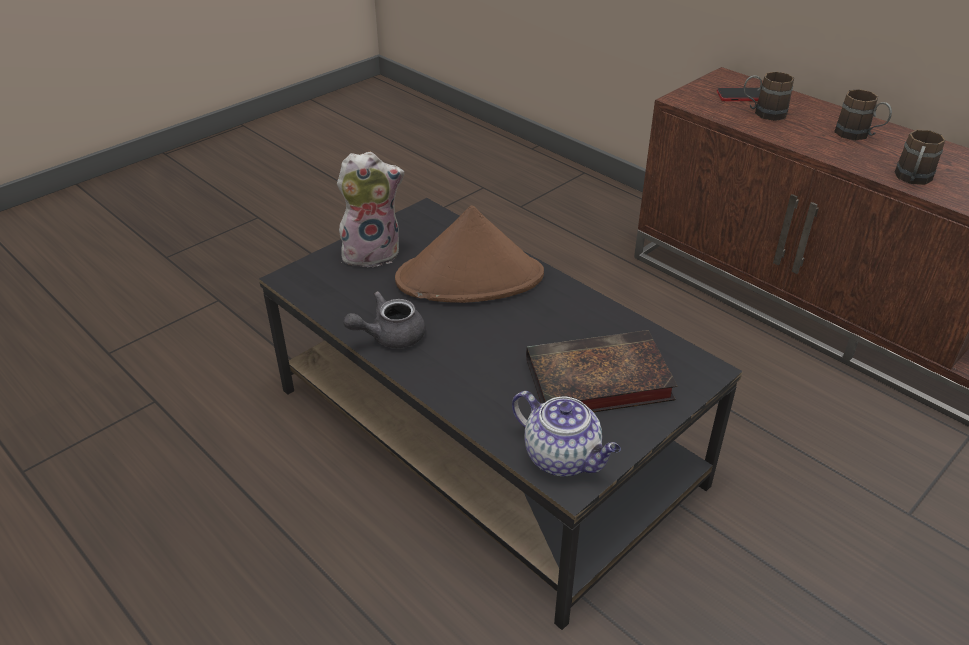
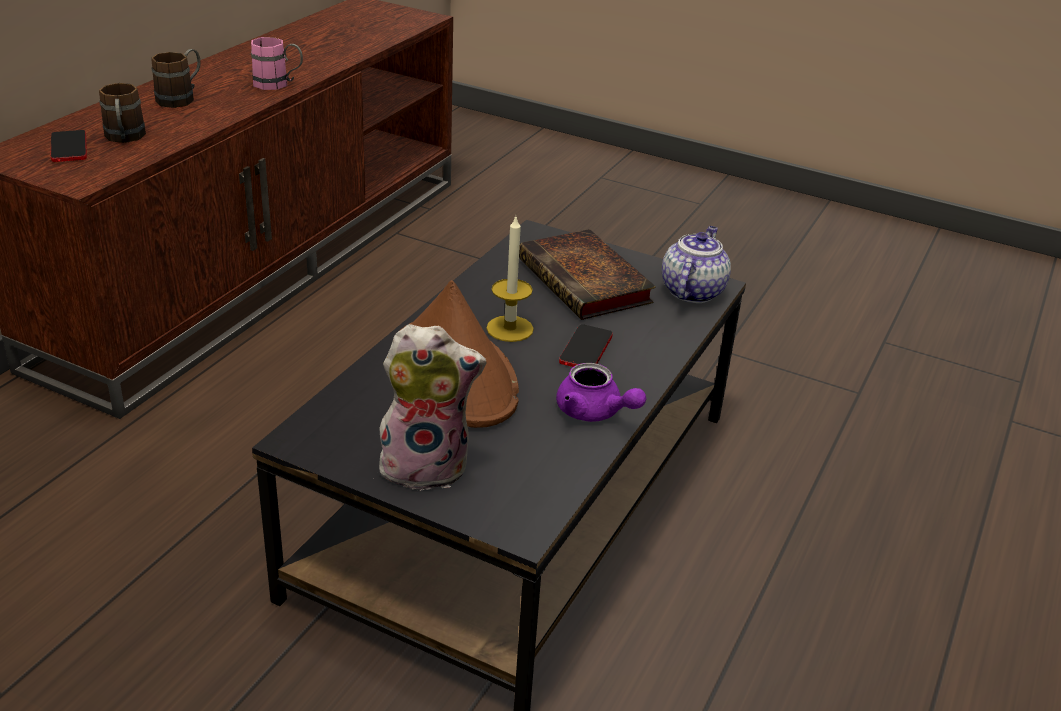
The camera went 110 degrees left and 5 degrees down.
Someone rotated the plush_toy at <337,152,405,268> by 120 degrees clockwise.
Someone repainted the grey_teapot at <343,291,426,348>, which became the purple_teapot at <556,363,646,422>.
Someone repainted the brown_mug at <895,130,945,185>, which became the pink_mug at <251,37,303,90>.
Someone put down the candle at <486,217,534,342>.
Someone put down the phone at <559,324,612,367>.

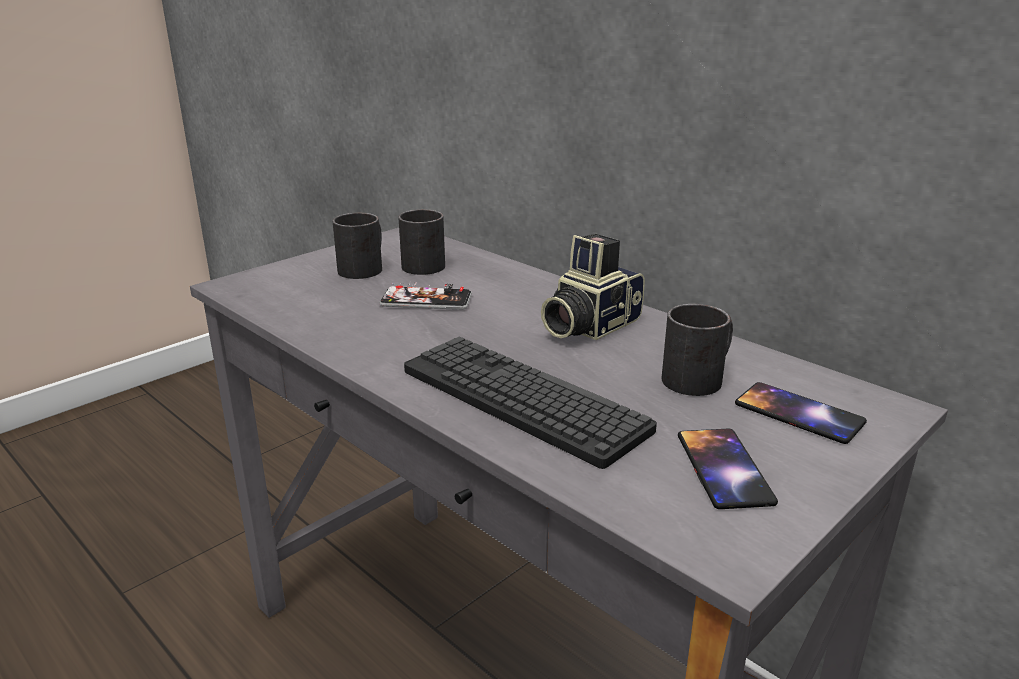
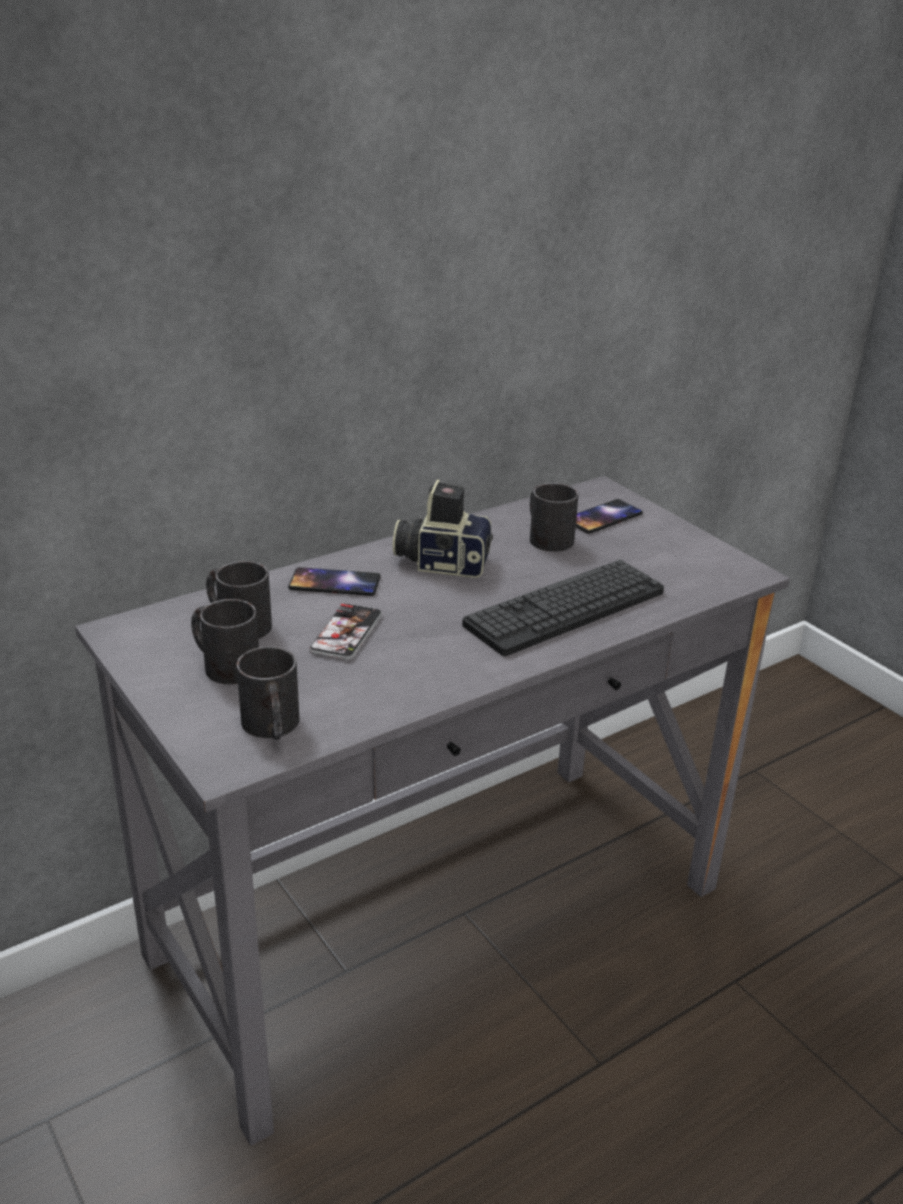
The camera went 80 degrees left and 5 degrees up.
Someone rotated the photo_camera at <541,233,645,340> by 135 degrees clockwise.
Someone carried the phone from <678,429,778,509> to <288,567,381,596>.
Someone put down the black_mug at <236,646,299,740>.

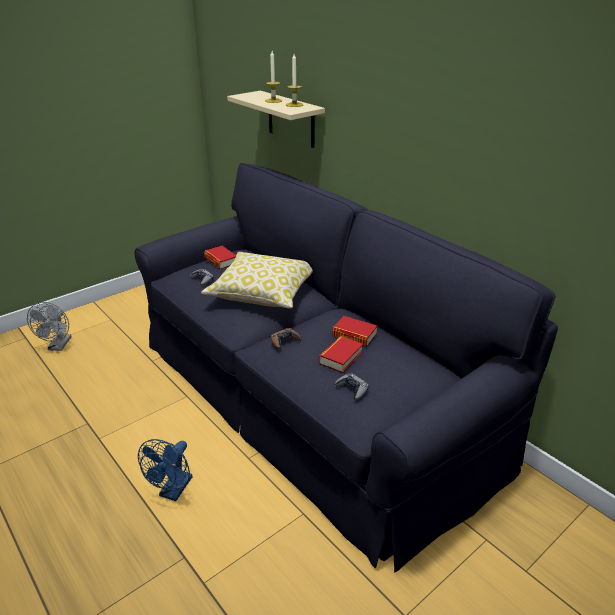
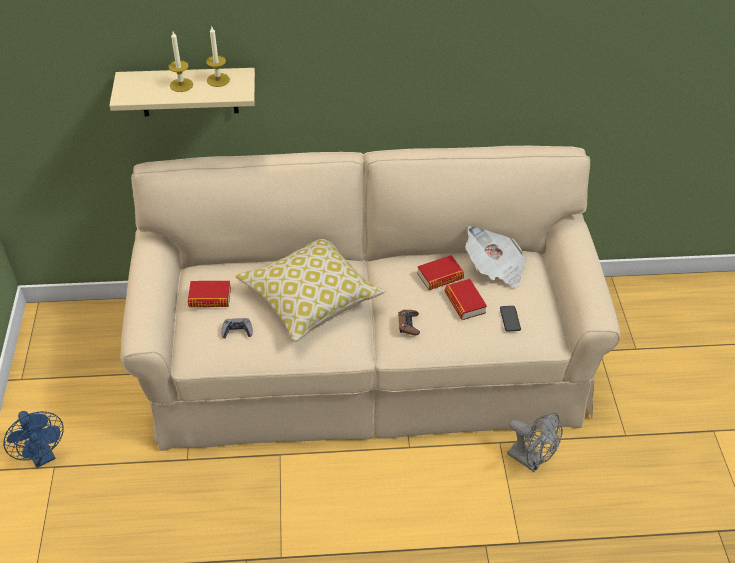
The camera went 55 degrees left and 15 degrees up.
Someone carried the grey_fan from <27,302,72,351> to <507,413,563,472>.
Someone repainted the black_sofa at <135,163,558,573>, which became the beige_sofa at <120,146,620,451>.
Someone carried the blue_fan from <138,439,193,501> to <4,411,64,468>.
Someone swapped the grey_game_controller at <335,373,369,400> for the phone at <500,306,521,332>.
Someone put down the newspaper at <465,226,527,288>.

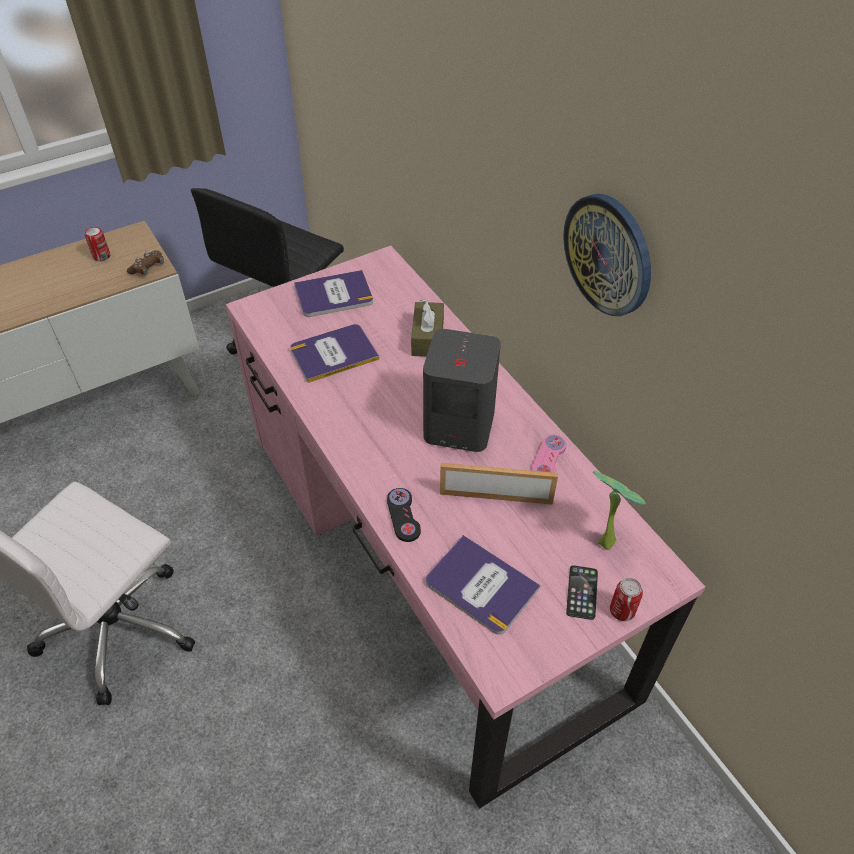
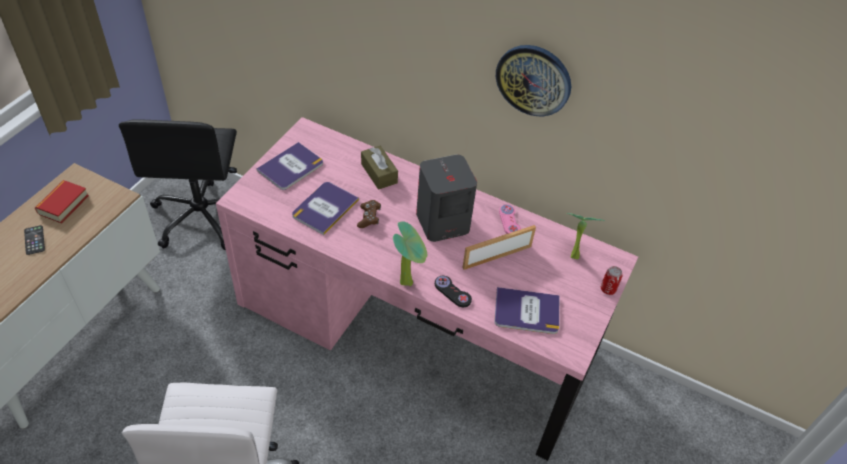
The camera went 35 degrees left and 0 degrees up.
Someone swapped the can at <85,227,110,262> for the book at <35,180,89,223>.
Someone carried the brown_game_controller from <127,250,164,276> to <357,200,381,228>.
Someone carried the phone from <566,565,598,620> to <24,225,45,255>.
Someone put down the potted_plant at <393,221,427,286>.

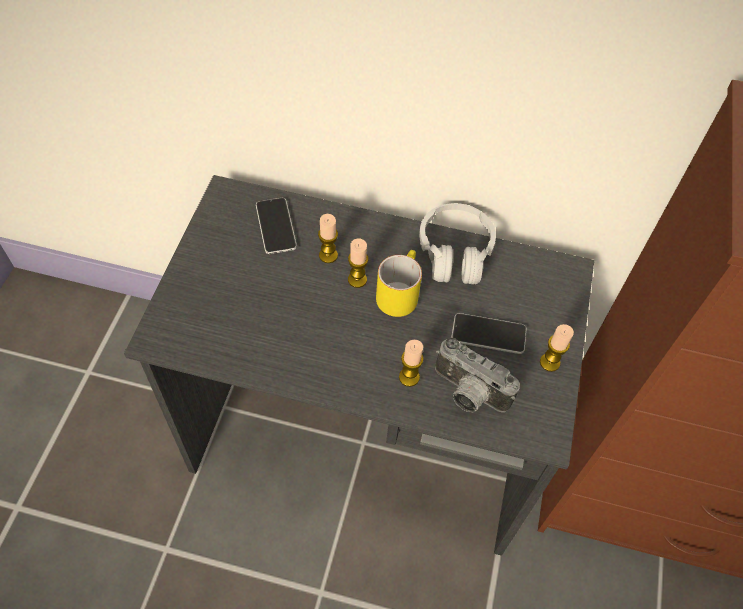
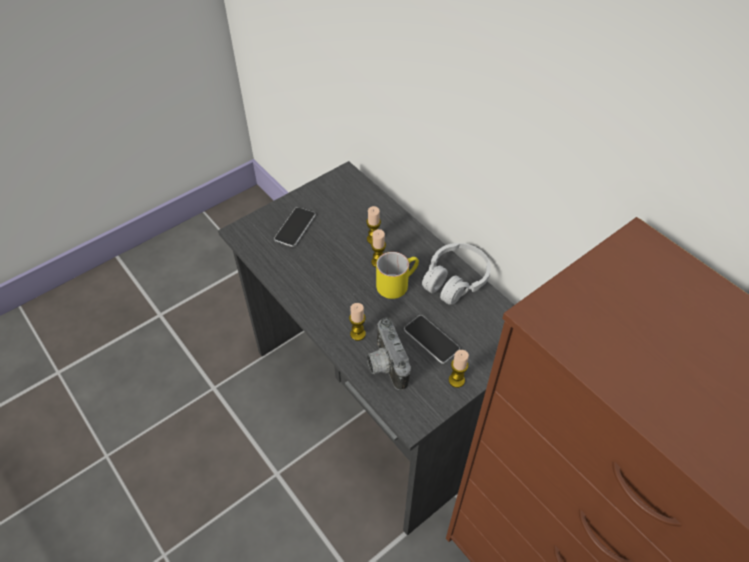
The camera went 40 degrees right and 5 degrees down.
Someone carried the phone from <256,198,297,254> to <274,207,316,247>.

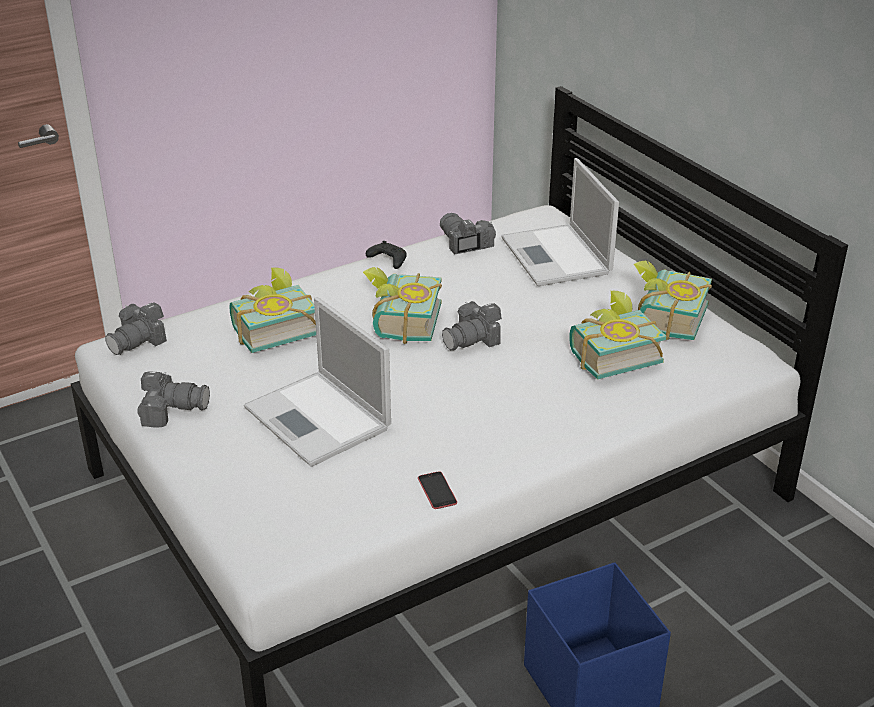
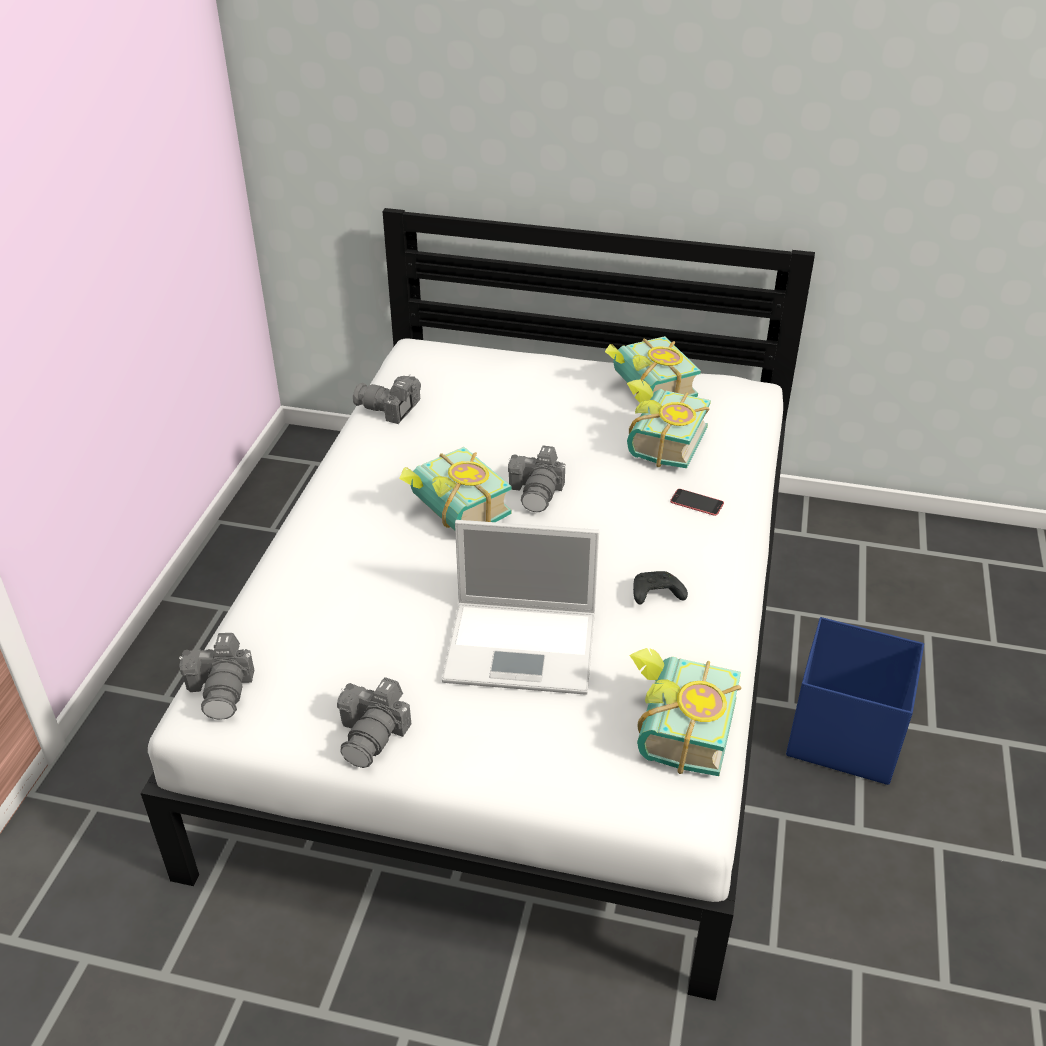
The camera went 45 degrees left and 5 degrees up.
Someone rotated the photo_camera at <137,371,210,428> by 150 degrees clockwise.
Someone carried the book from <230,267,316,353> to <629,648,742,776>.
Someone carried the black_game_controller from <366,241,407,269> to <633,571,688,605>.
Someone carried the phone from <418,471,457,509> to <670,489,724,516>.
Someone took away the laptop at <501,158,619,286>.

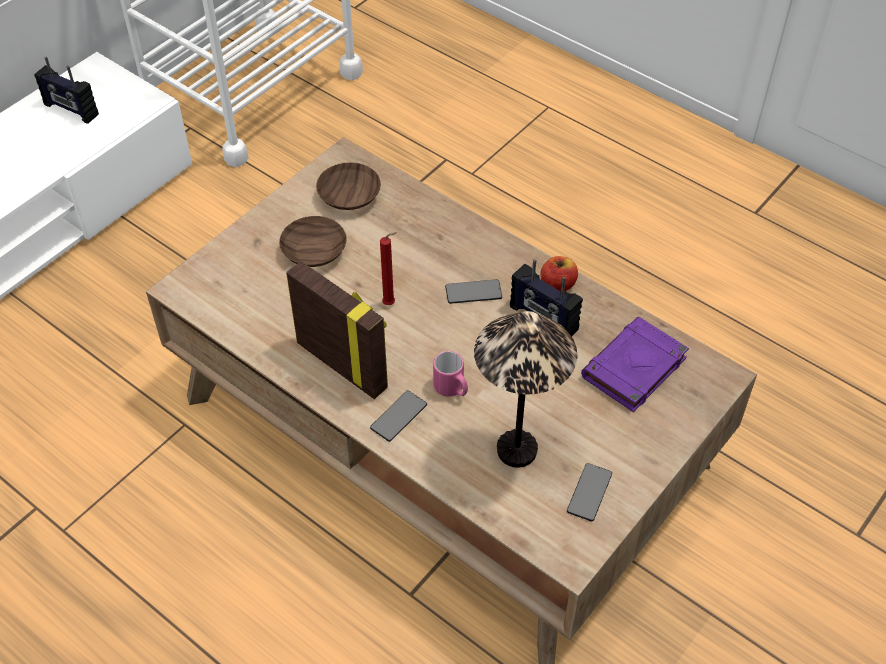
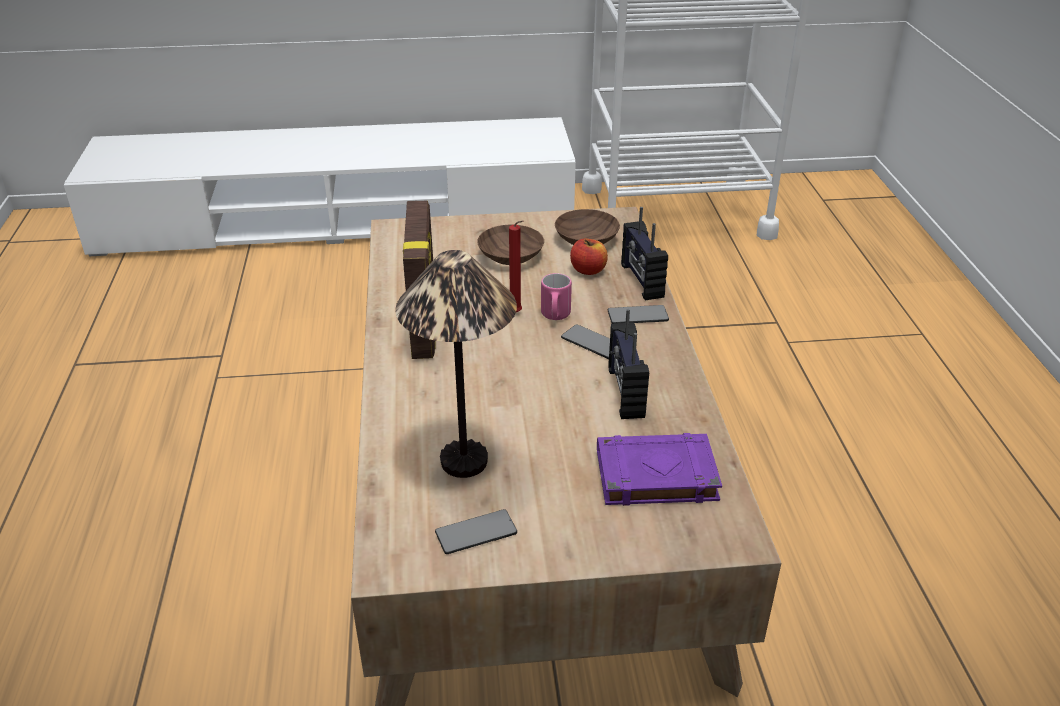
The camera went 45 degrees right and 15 degrees down.
Someone carried the radio from <34,57,99,124> to <621,207,668,300>.
Someone carried the phone from <370,391,427,442> to <608,305,669,324>.
Someone carried the pink_mug from <433,351,468,397> to <541,273,572,320>.
Someone carried the apple from <540,256,578,291> to <570,239,608,275>.

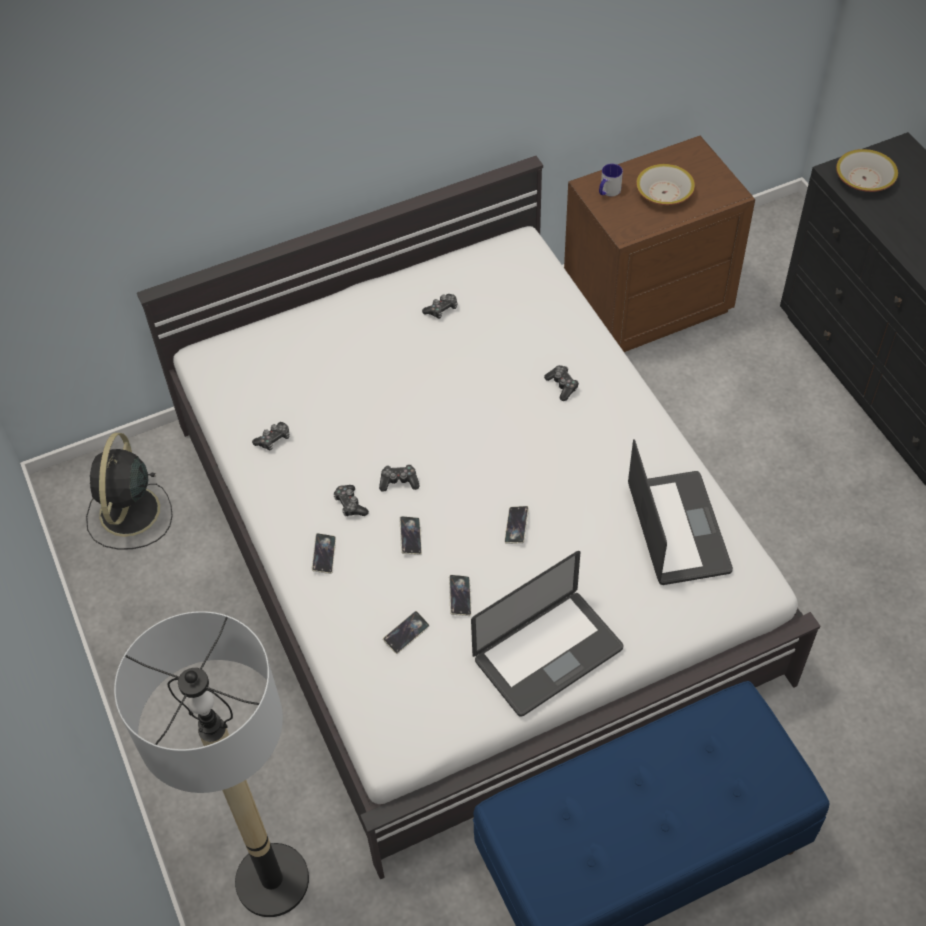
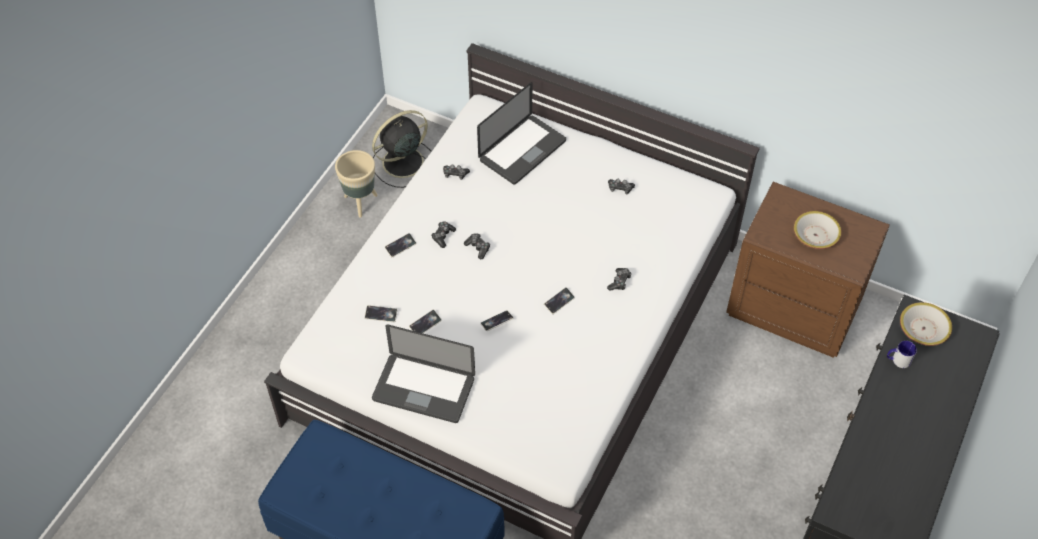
The camera went 50 degrees right and 0 degrees up.
Someone took away the floor_lamp at <114,611,309,917>.
Someone carried the phone from <399,516,422,555> to <544,287,575,314>.
Someone carried the mug from <599,164,623,197> to <887,341,917,368>.
Someone carried the laptop from <628,439,733,585> to <477,82,566,184>.
Someone put down the beige_planter at <335,150,378,218>.

